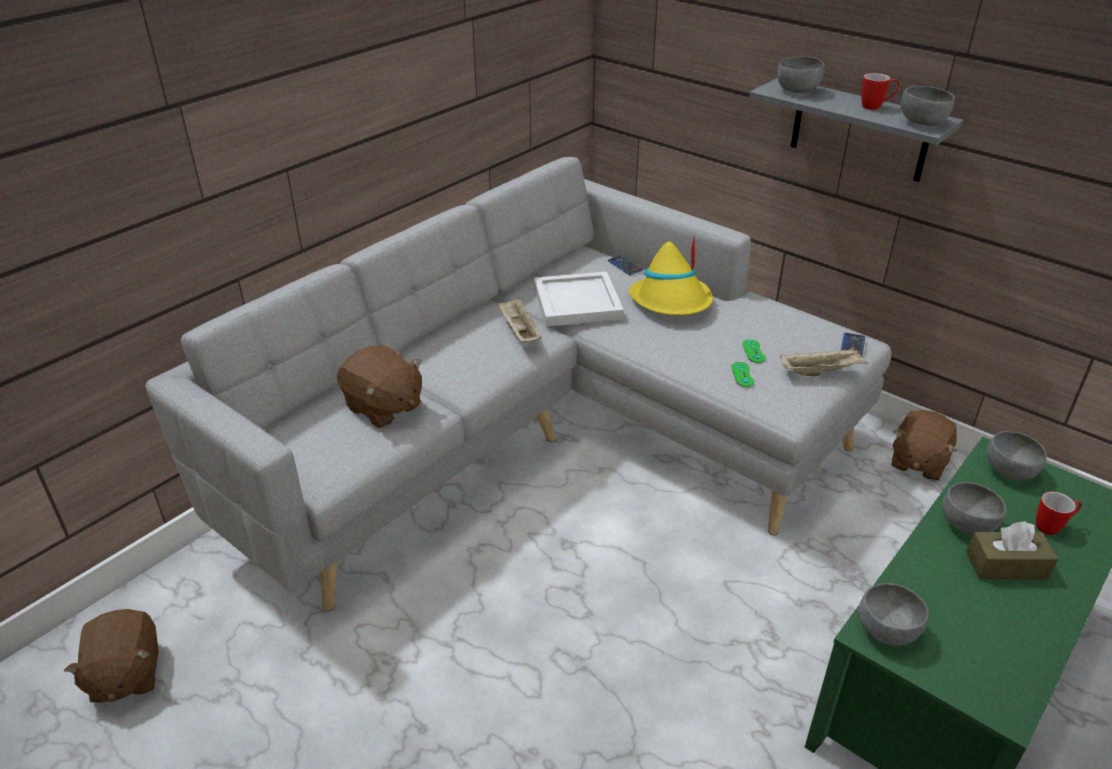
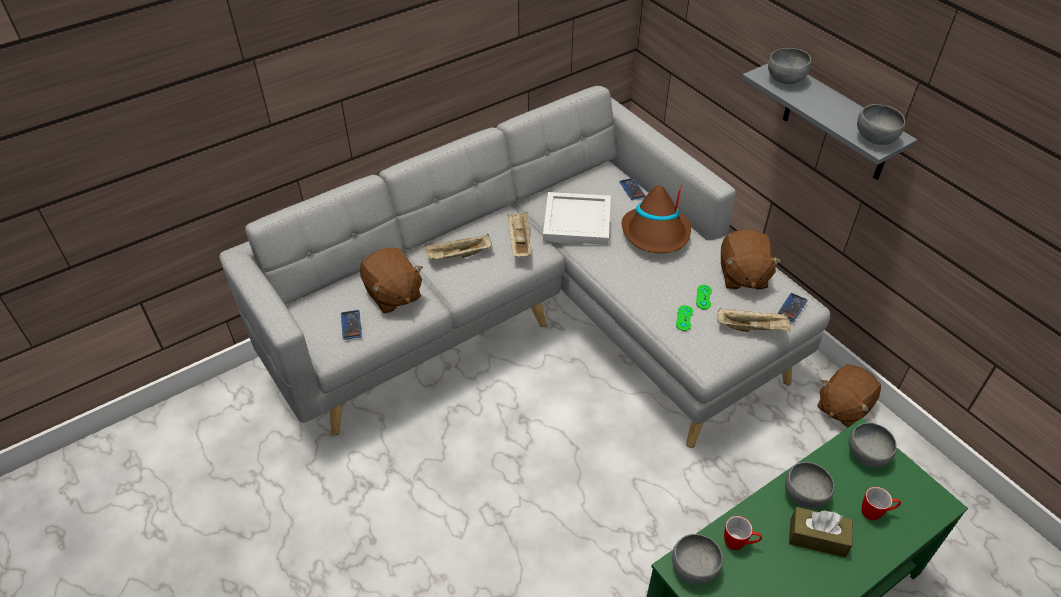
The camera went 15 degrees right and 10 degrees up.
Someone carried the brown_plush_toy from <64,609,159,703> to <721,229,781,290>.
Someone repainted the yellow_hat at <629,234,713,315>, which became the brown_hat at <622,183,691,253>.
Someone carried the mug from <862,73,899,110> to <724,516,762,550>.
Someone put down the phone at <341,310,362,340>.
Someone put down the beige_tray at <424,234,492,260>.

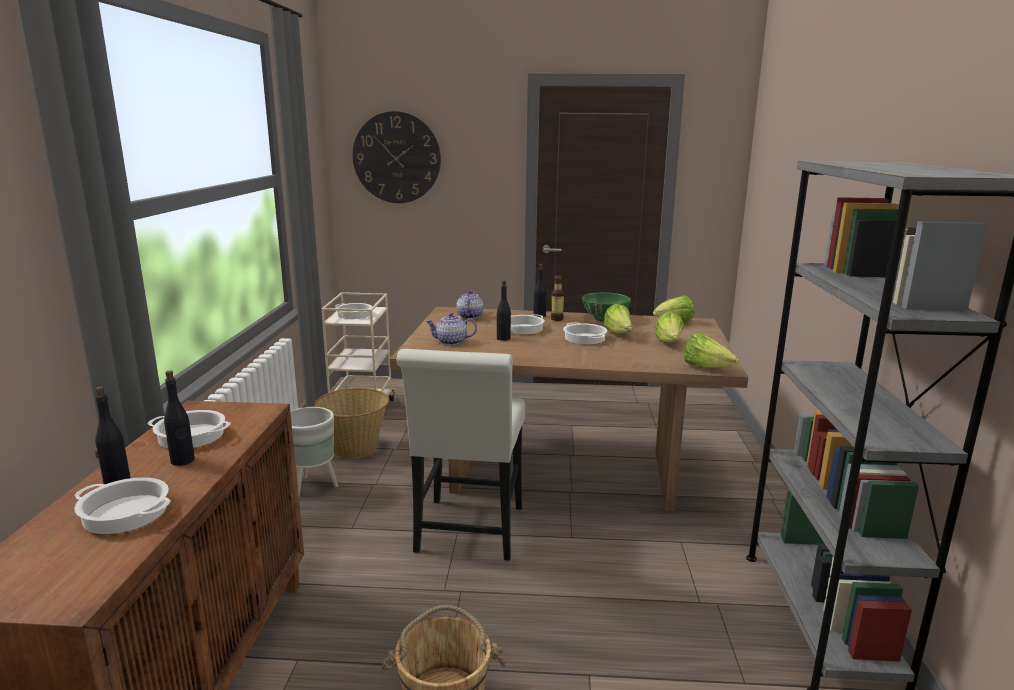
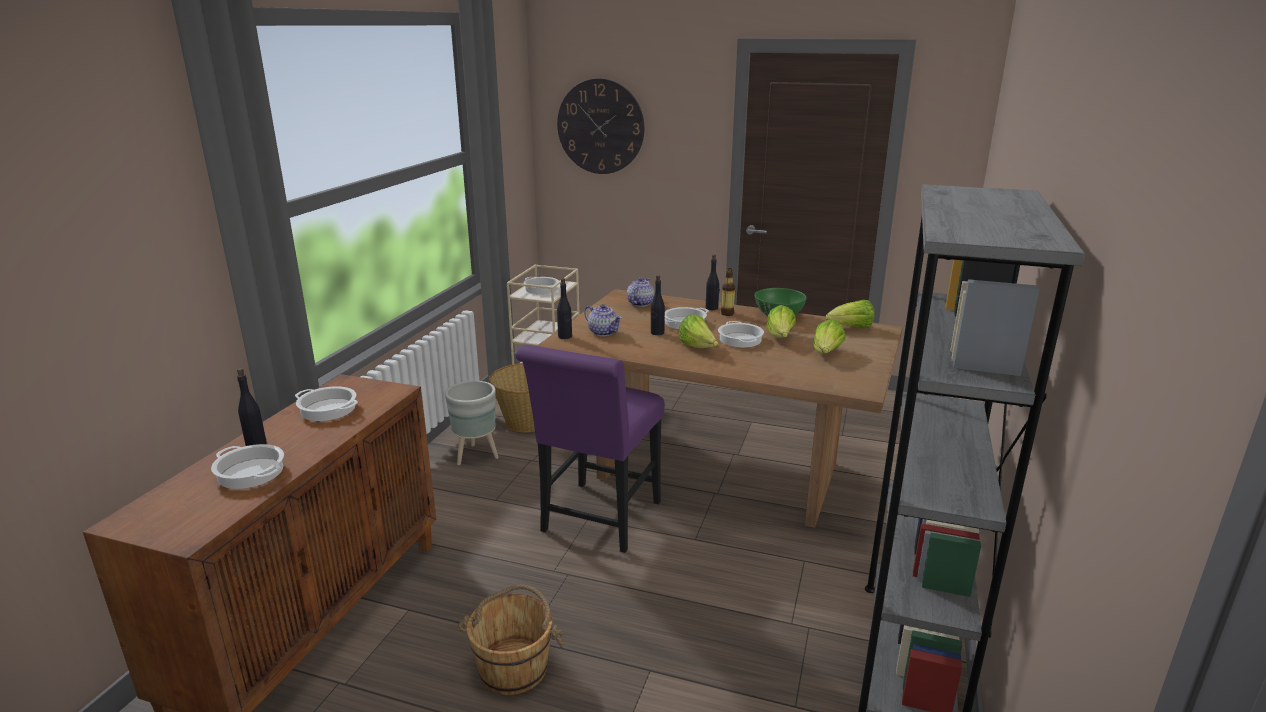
The camera went 15 degrees right and 5 degrees up.
Someone carried the black_bottle from <164,370,195,466> to <557,278,572,339>.
Someone repainted the white_chair at <396,349,525,561>, which became the purple_chair at <516,345,665,553>.
Someone rotated the teapot at <426,313,477,345> by 150 degrees counterclockwise.
Someone carried the lettuce from <684,334,739,368> to <678,315,718,348>.

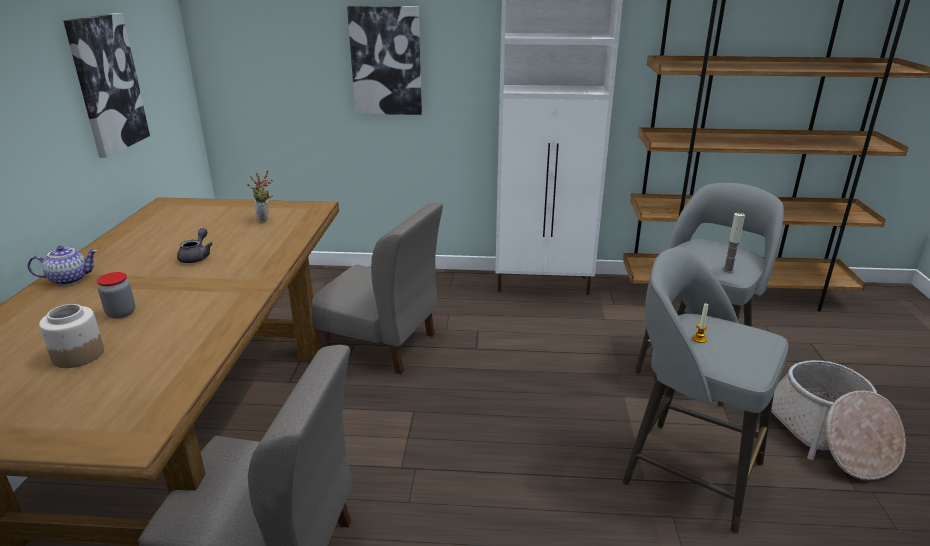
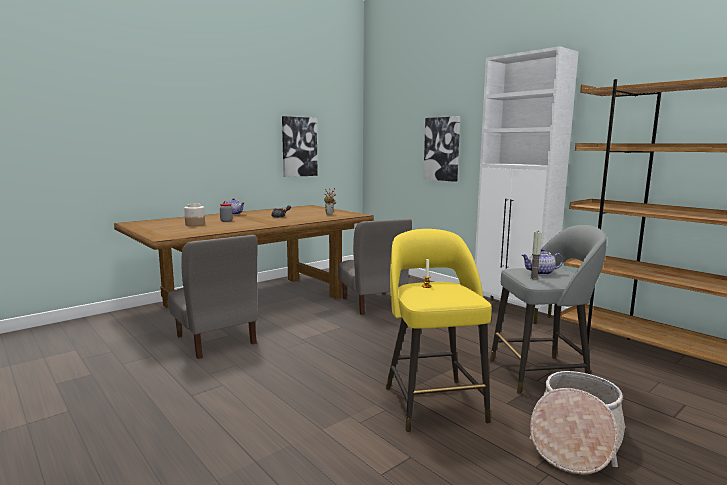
The camera went 45 degrees right and 15 degrees down.
Someone repainted the grey_stool at <622,247,788,533>, which became the yellow_stool at <386,229,492,433>.
Someone put down the teapot at <522,248,563,275>.

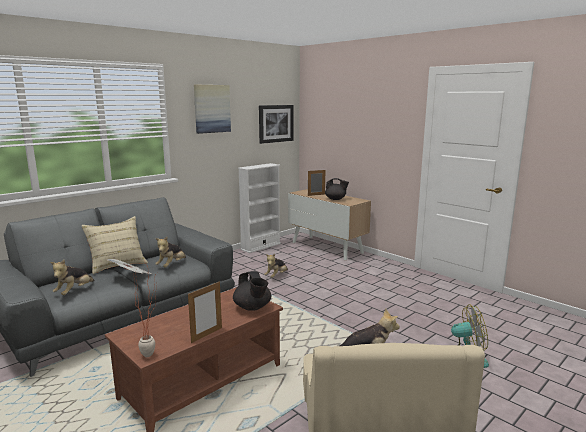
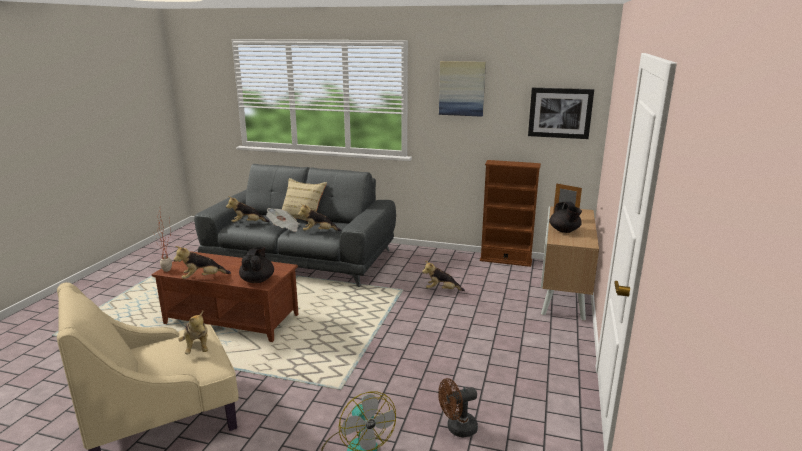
The camera went 60 degrees right and 5 degrees up.
Someone swapped the picture_frame at <188,281,222,343> for the plush_toy at <174,246,231,279>.
Someone rotated the black_teapot at <233,271,271,311> by 150 degrees clockwise.
Someone repainted the white_bookcase at <238,163,281,253>, which became the brown_bookcase at <480,160,541,267>.
Someone put down the brown_fan at <438,378,478,437>.

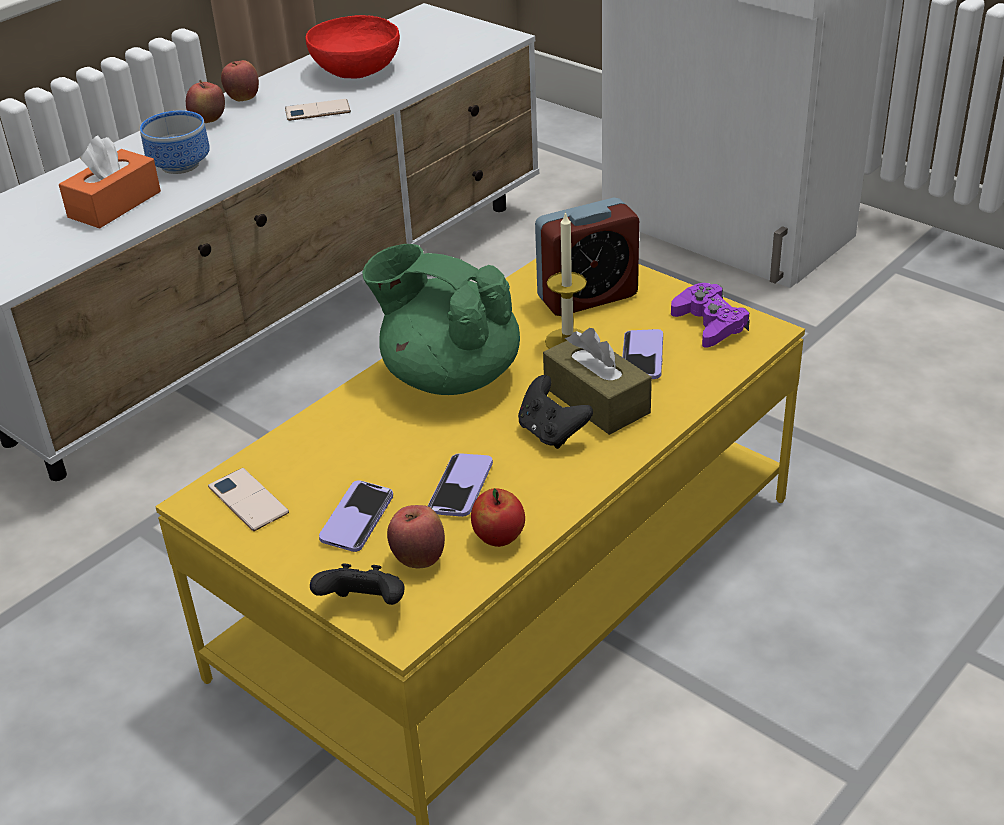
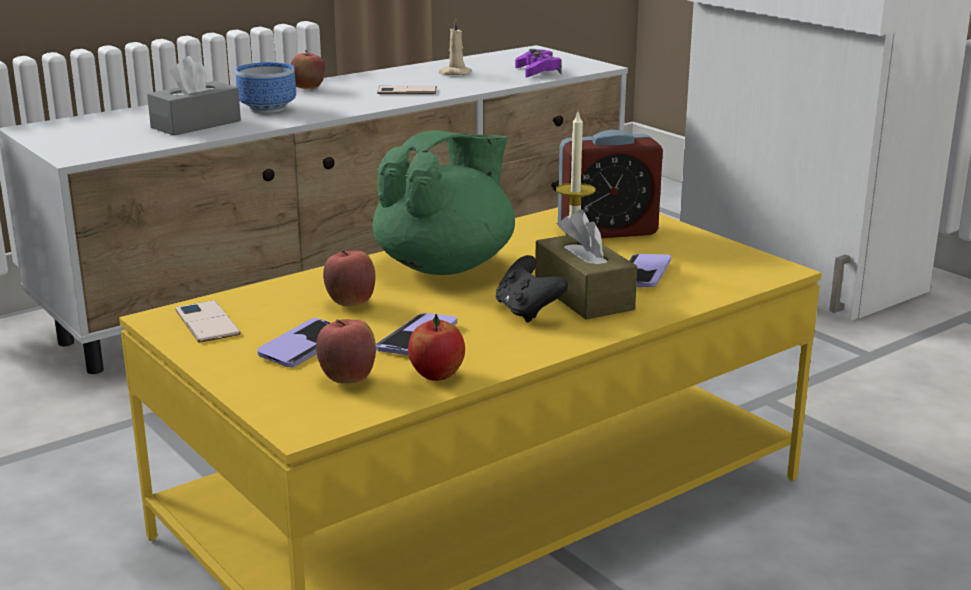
The camera went 10 degrees right and 15 degrees down.
Someone repainted the orange_tissue_box at <59,135,161,229>, which became the grey_tissue_box at <147,56,241,136>.
Someone carried the apple from <221,60,259,101> to <323,250,375,306>.
Someone swapped the red_bowl at <306,15,400,79> for the beige_candle at <438,18,472,75>.
Someone took away the black_game_controller at <310,563,405,605>.
Someone rotated the green_teapot at <362,244,520,395> by 90 degrees clockwise.
Someone carried the purple_game_controller from <671,283,750,348> to <515,49,562,77>.

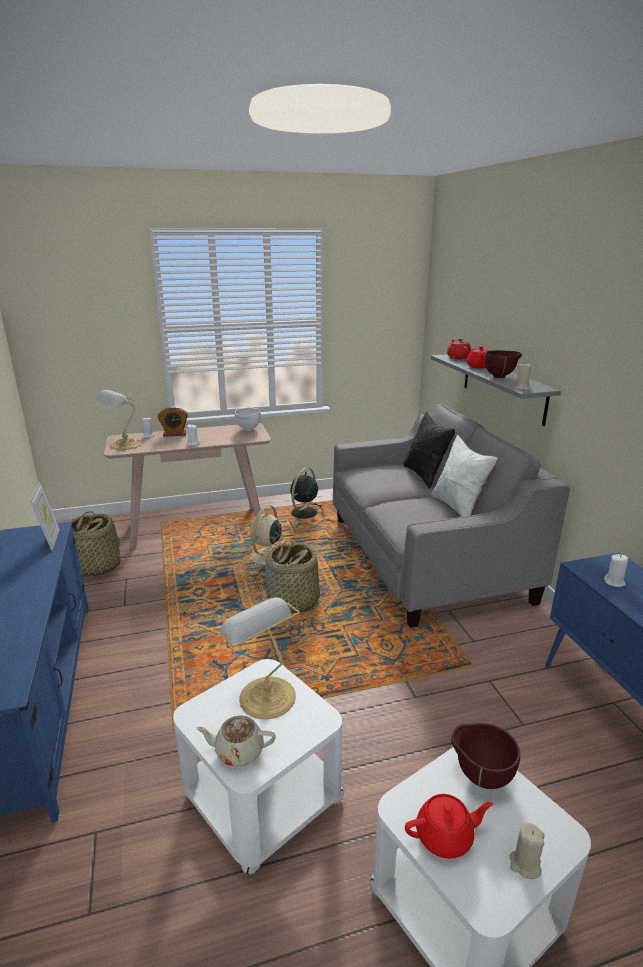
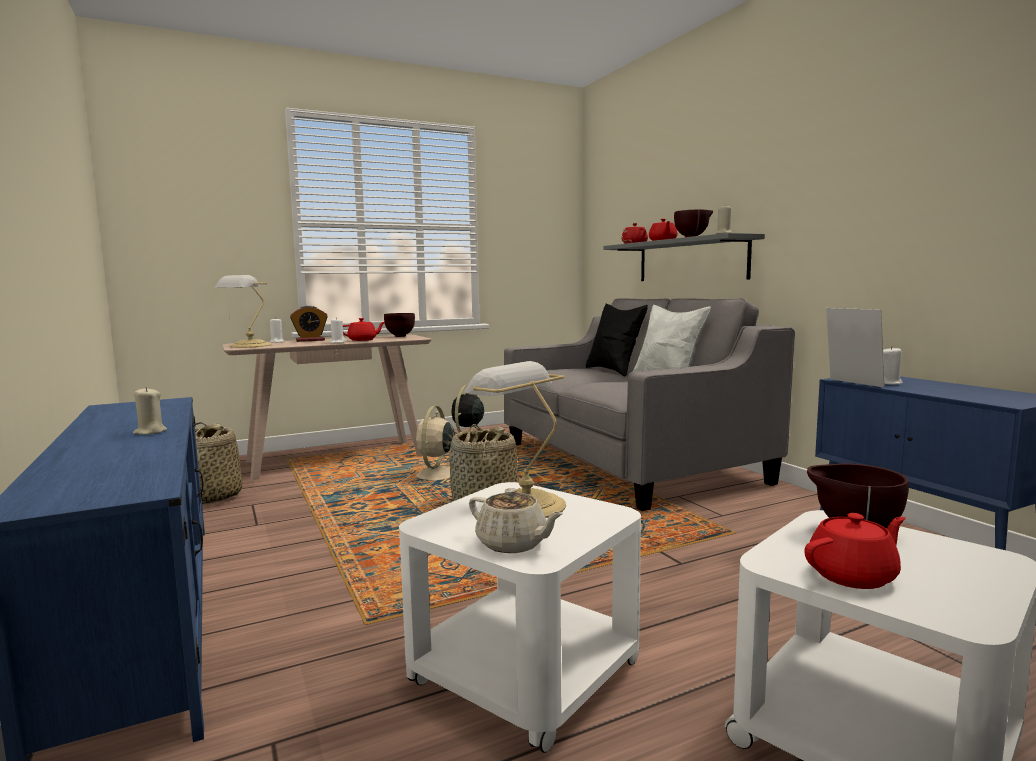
The camera went 10 degrees left and 15 degrees down.
Someone carried the picture_frame from <30,482,60,551> to <826,308,884,387>.
Someone rotated the beige_teapot at <196,715,276,766> by 135 degrees counterclockwise.
Someone repainted the white_bowl at <235,408,261,431>, which became the brown_bowl at <384,313,415,337>.
Someone carried the beige_candle from <509,823,545,879> to <133,387,167,435>.
Someone put down the red_teapot at <343,318,385,341>.

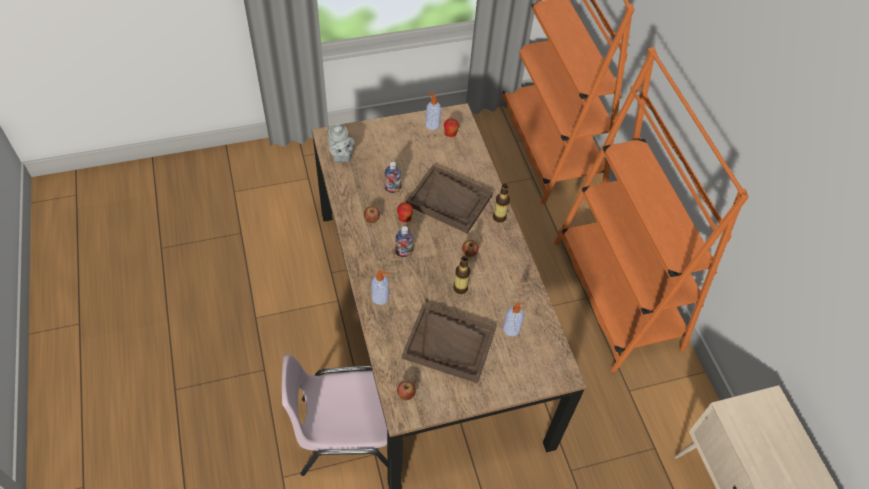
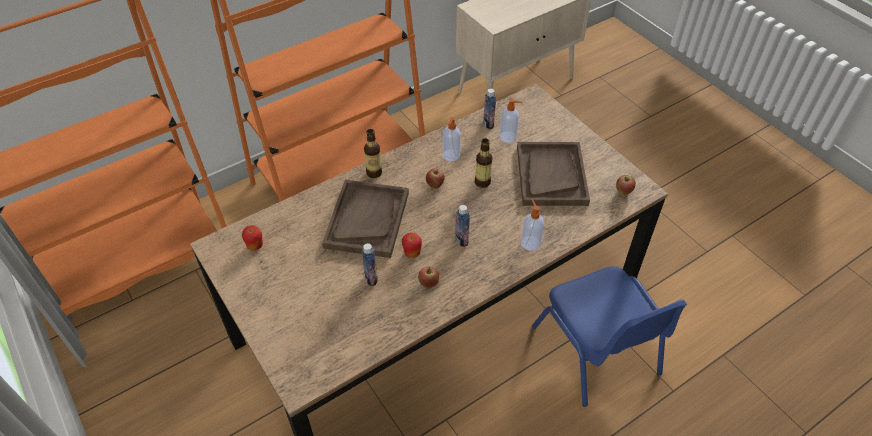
The camera went 105 degrees left and 5 degrees down.
Someone repainted the pink_chair at <282,354,388,476>, which became the blue_chair at <532,266,687,407>.
Someone took away the grey_teapot at <328,122,355,163>.
Someone carried the soap_dispenser from <426,92,441,130> to <443,117,461,161>.
Someone put down the bottle at <483,88,496,129>.

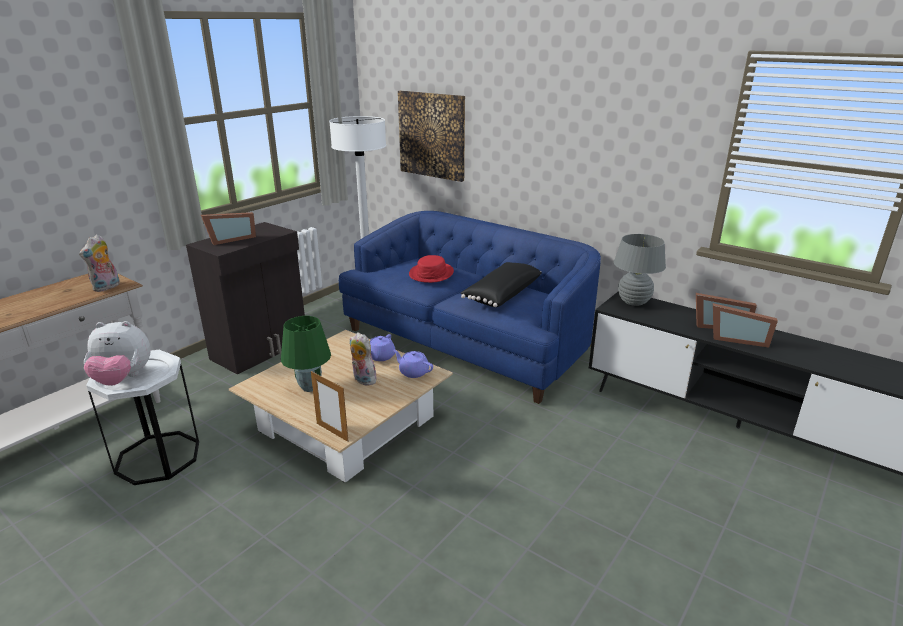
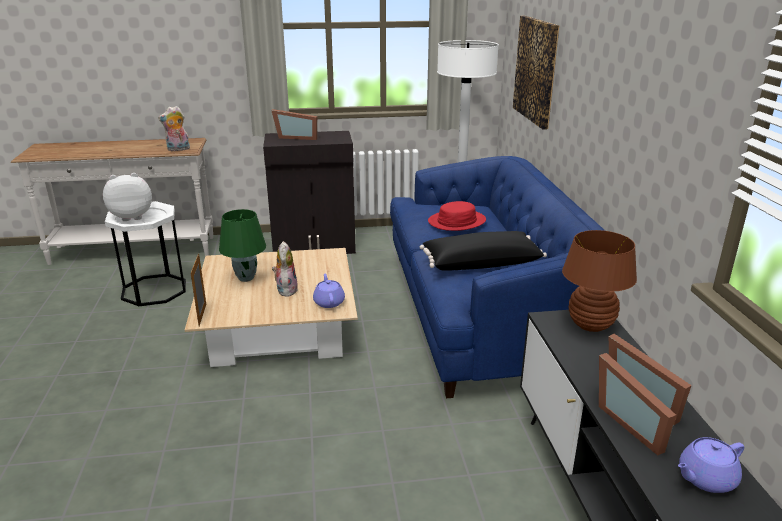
The camera went 45 degrees right and 0 degrees up.
Someone rotated the plush_toy at <84,321,151,386> by 120 degrees clockwise.
Someone carried the purple_teapot from <370,334,396,361> to <678,437,744,493>.
Someone repainted the grey_table_lamp at <614,234,666,306>, which became the brown_table_lamp at <562,230,637,332>.

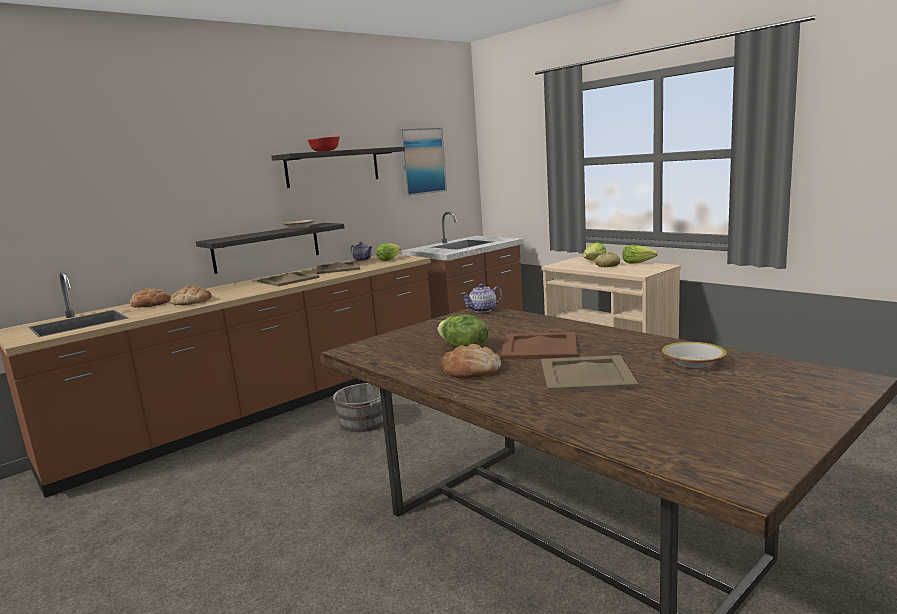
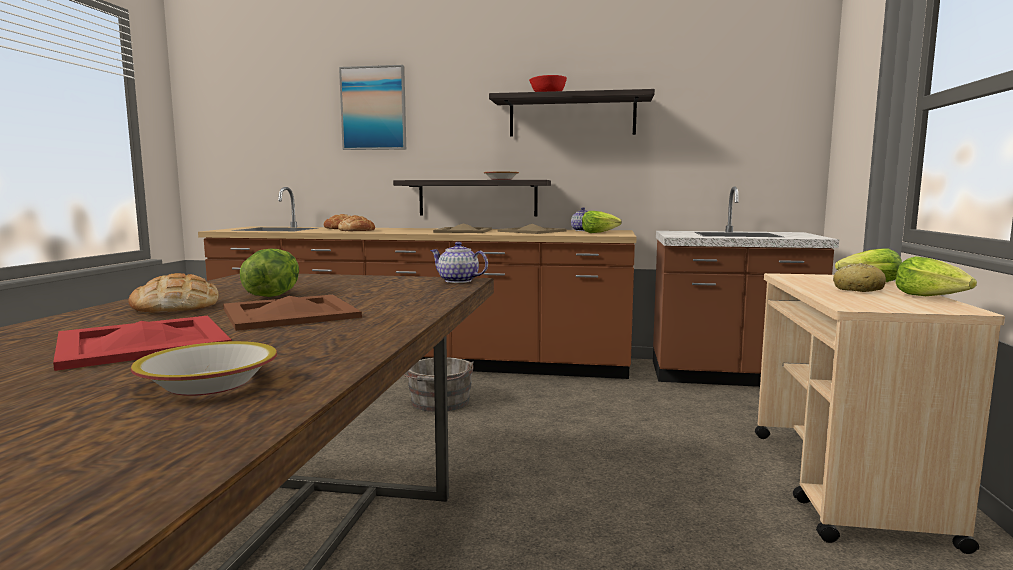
The camera went 50 degrees right and 5 degrees down.
Someone carried the picture from <399,128,447,196> to <339,65,406,150>.
Someone repainted the beige_tray at <541,355,639,392>, which became the red_tray at <53,316,232,371>.

